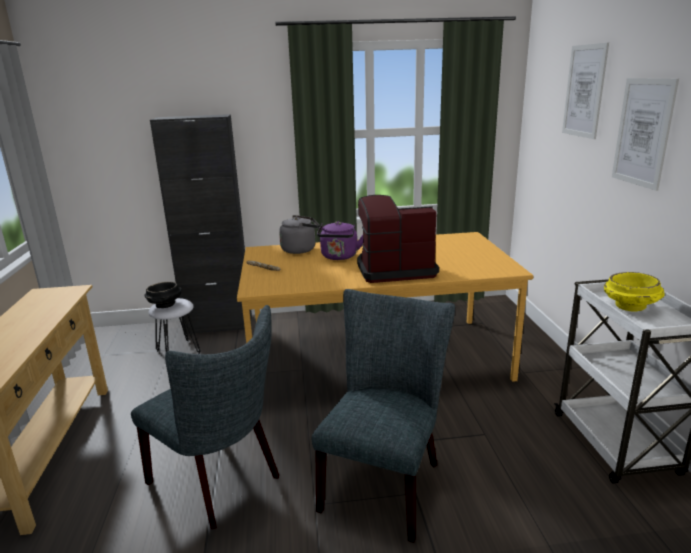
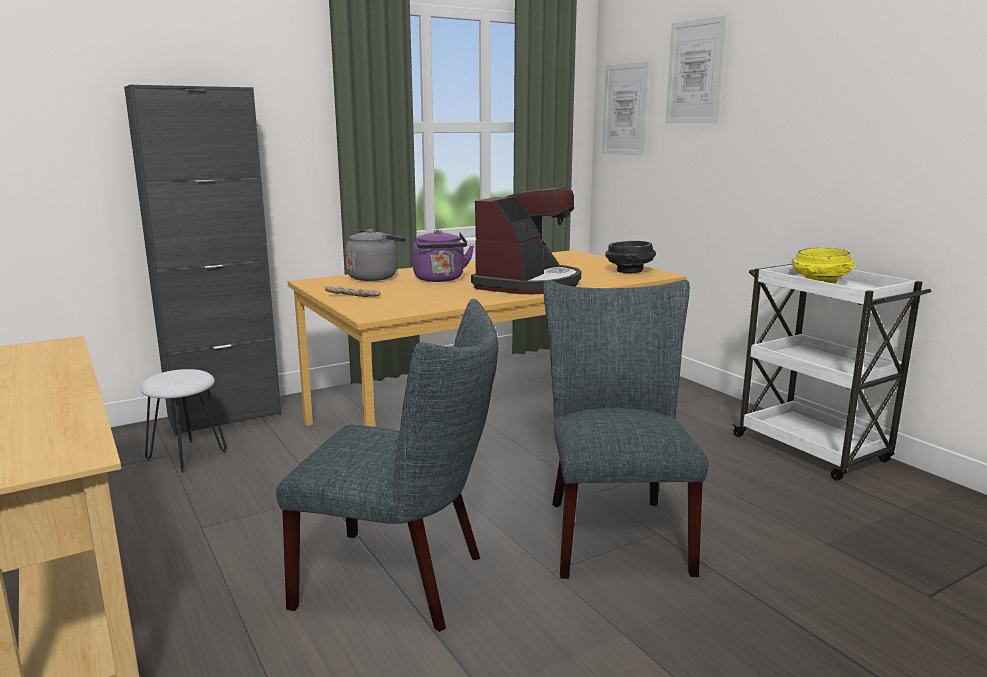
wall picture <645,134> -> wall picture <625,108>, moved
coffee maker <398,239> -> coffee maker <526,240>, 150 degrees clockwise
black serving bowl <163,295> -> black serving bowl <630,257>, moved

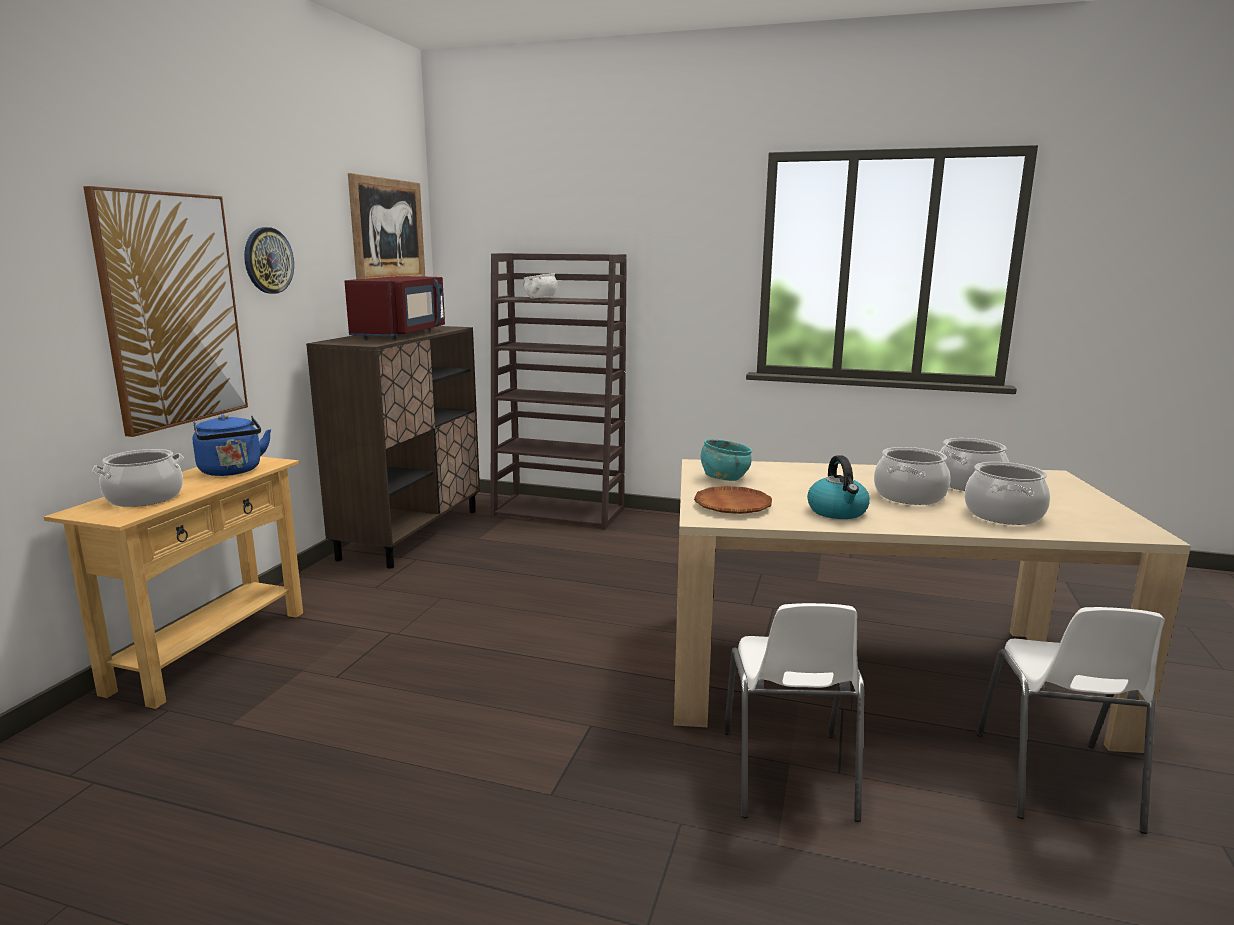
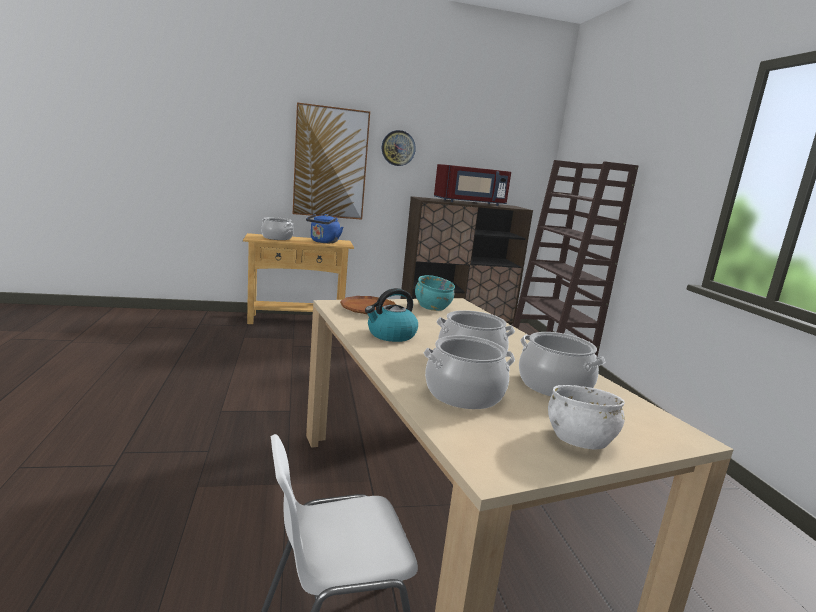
wall picture <386,226> -> none
white-coloured serving bowl <540,286> -> white-coloured serving bowl <586,417>, moved
white-coloured upright chair <794,712> -> none

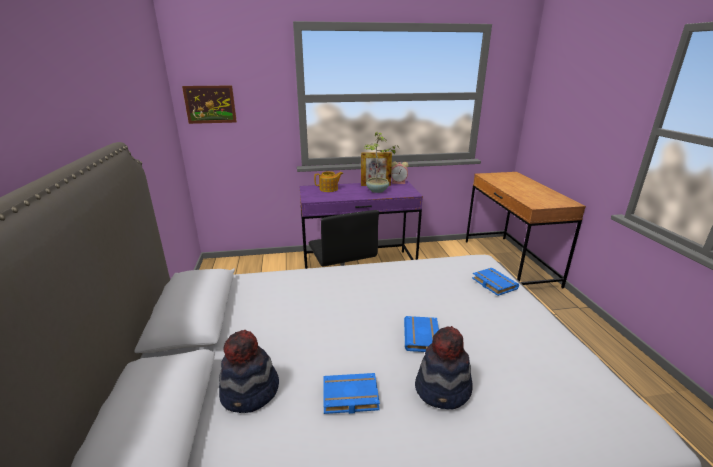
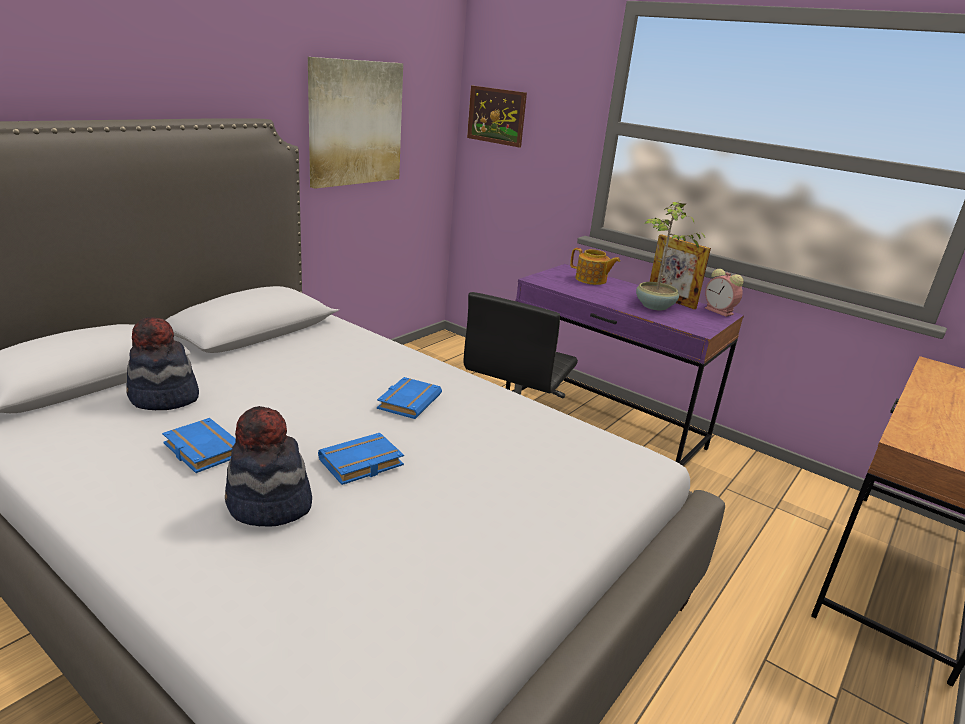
bluish book <495,282> -> bluish book <409,398>, moved
none -> wall picture <355,123>

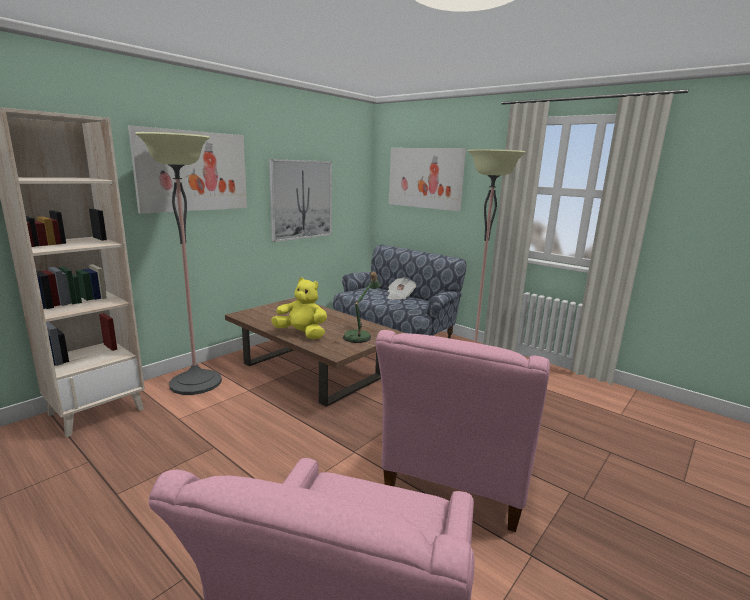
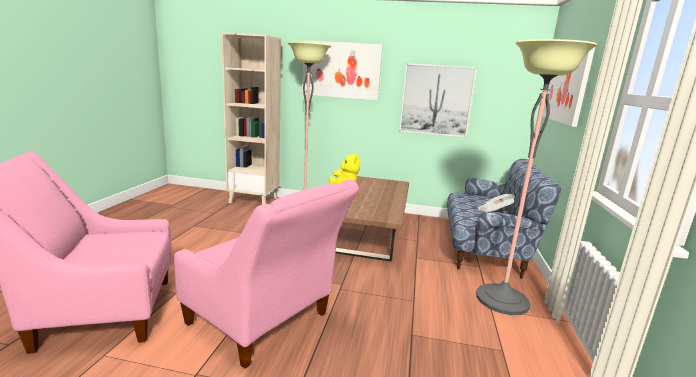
tabletop lamp <362,307> -> none
pinkish lounge chair <462,431> -> pinkish lounge chair <266,274>, 135 degrees counterclockwise

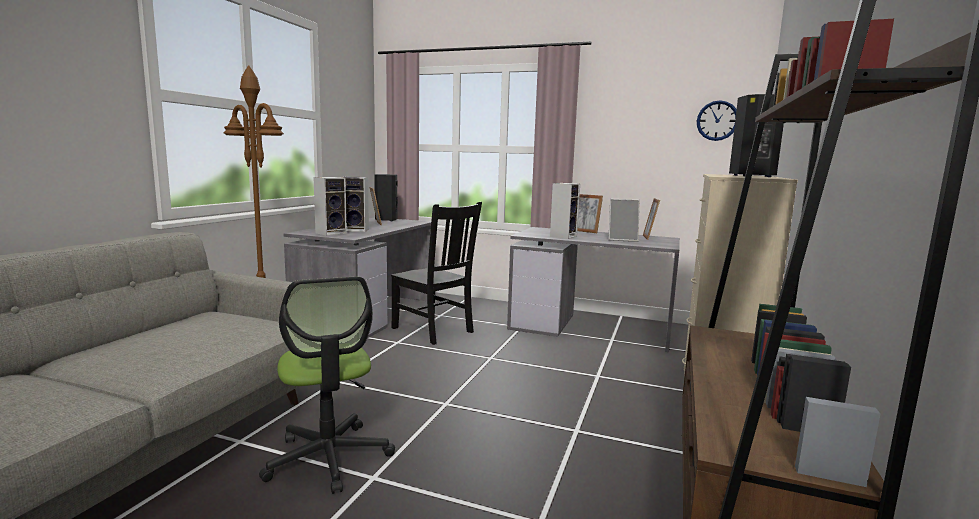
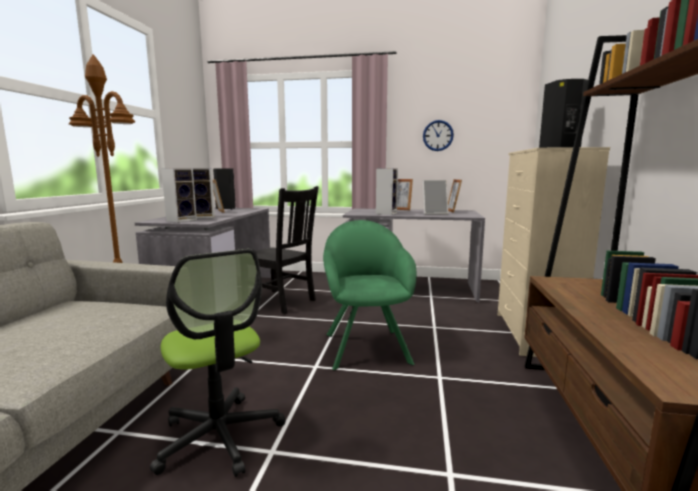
clock on the wall <717,120> -> clock on the wall <438,135>, moved
none -> green lounge chair <370,295>

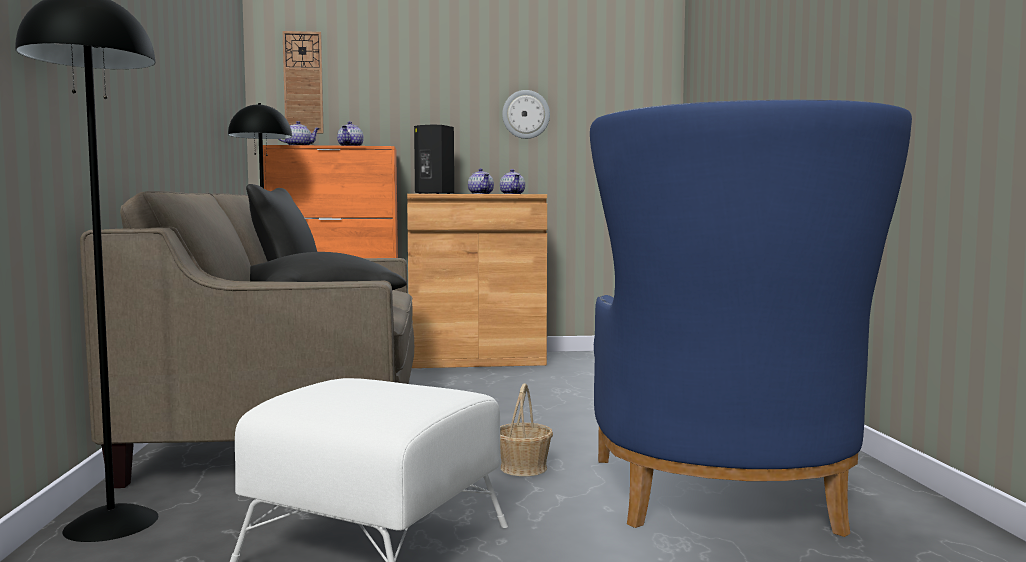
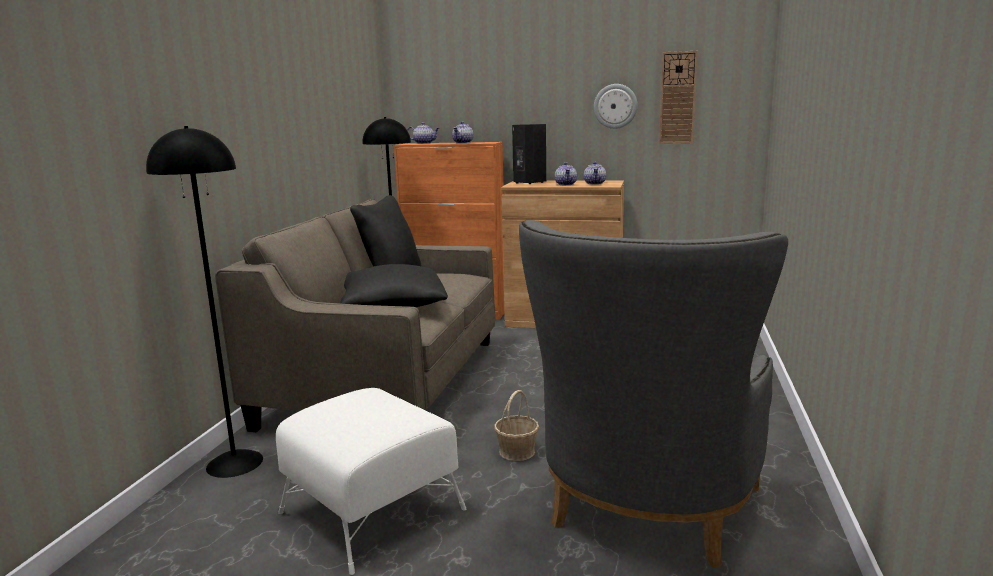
clock on the wall <303,82> -> clock on the wall <678,97>, moved
bluish lounge chair <751,318> -> gray lounge chair <653,394>

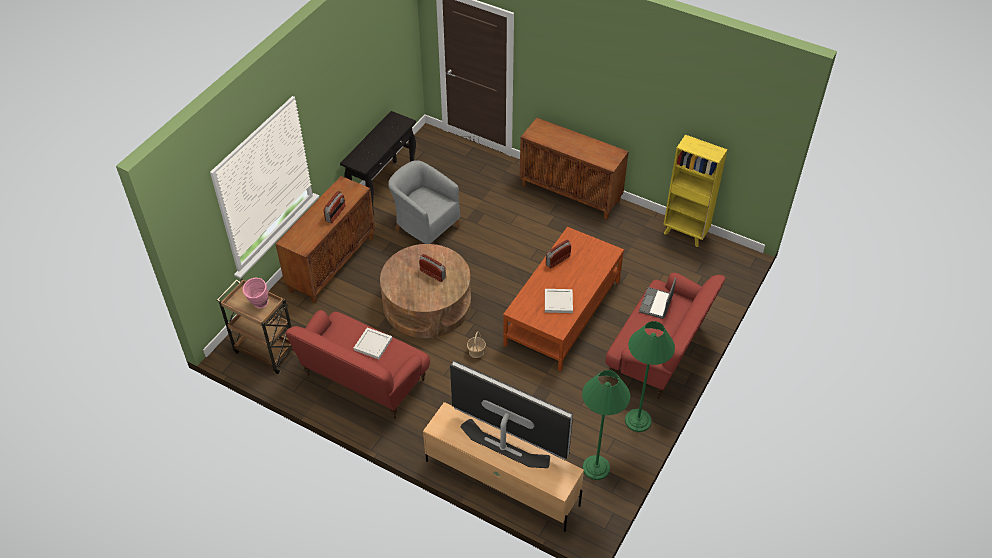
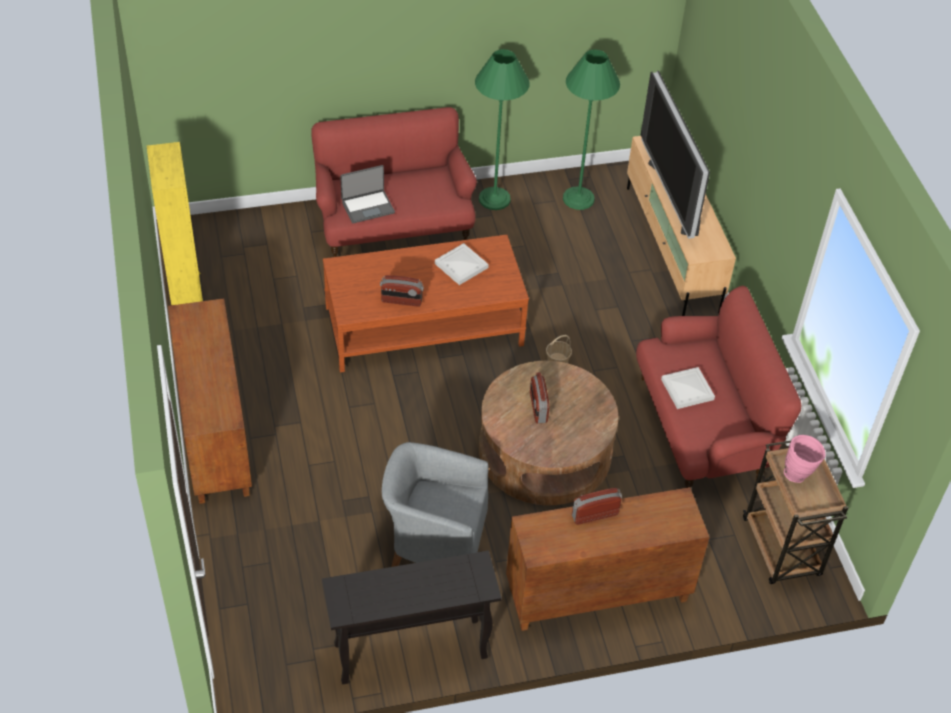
gray lounge chair <424,202> -> gray lounge chair <435,504>, 105 degrees clockwise

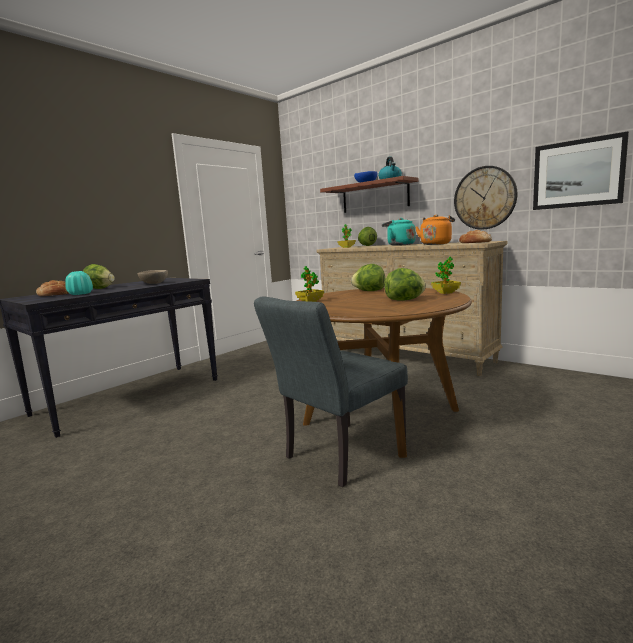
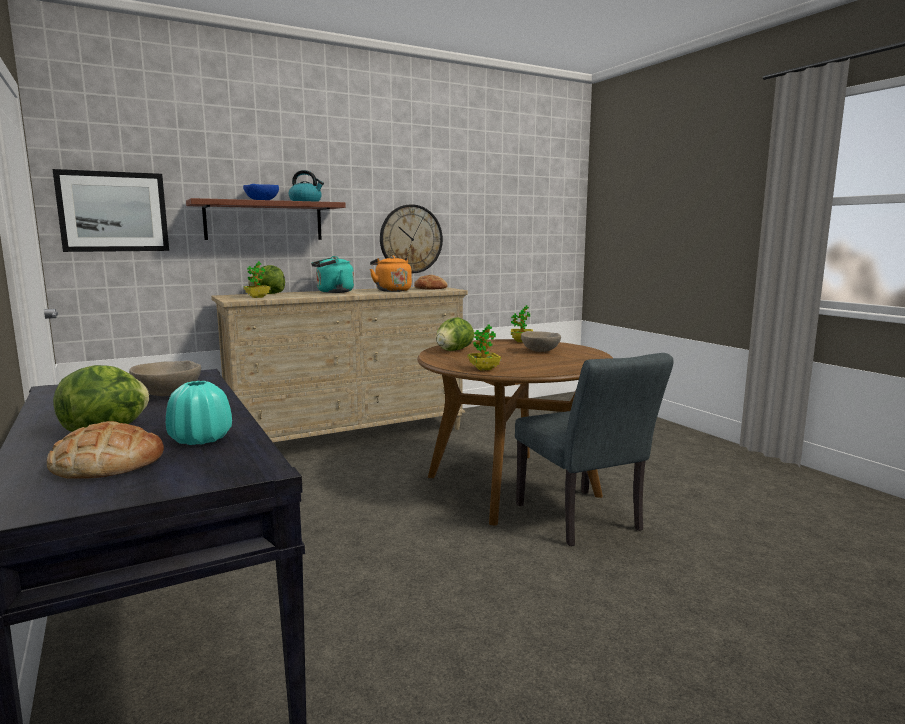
wall picture <581,171> -> wall picture <111,210>, moved
lettuce <405,284> -> beige serving bowl <541,341>

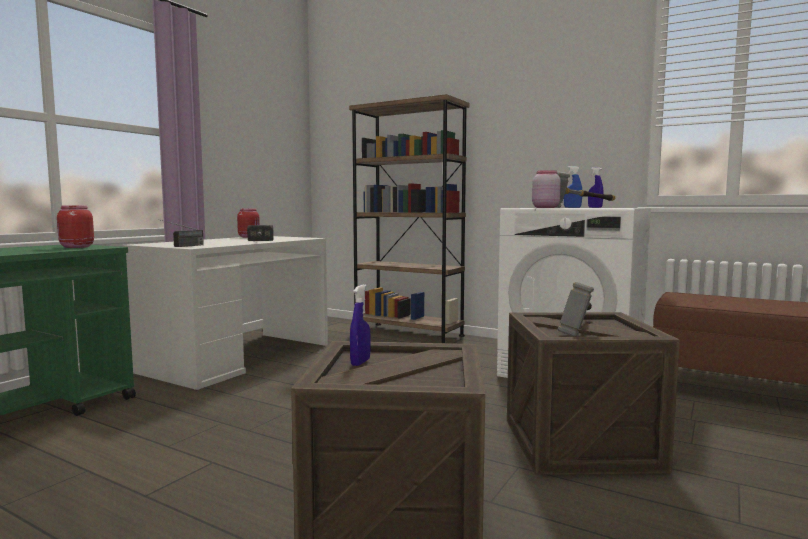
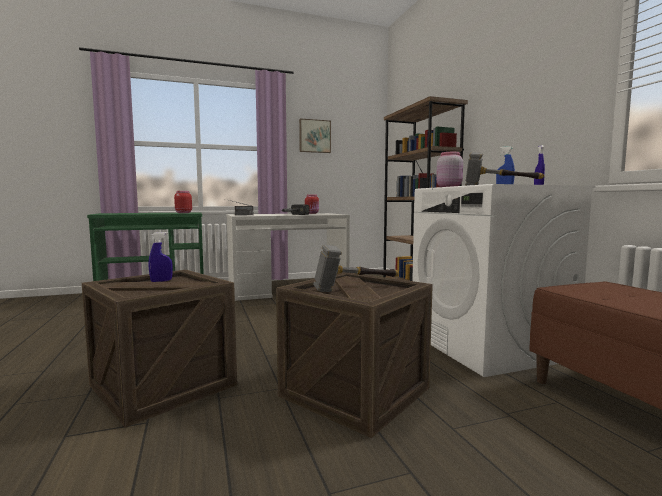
none -> wall picture <315,135>

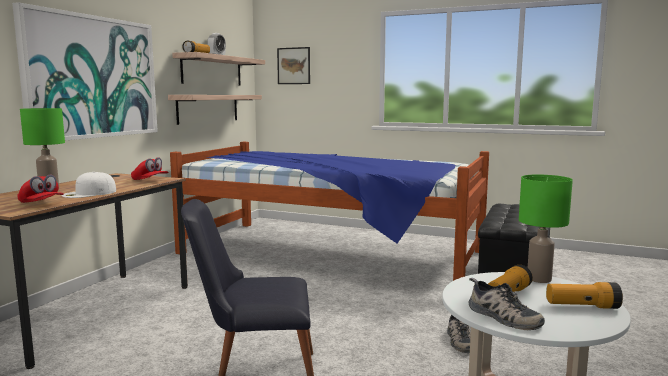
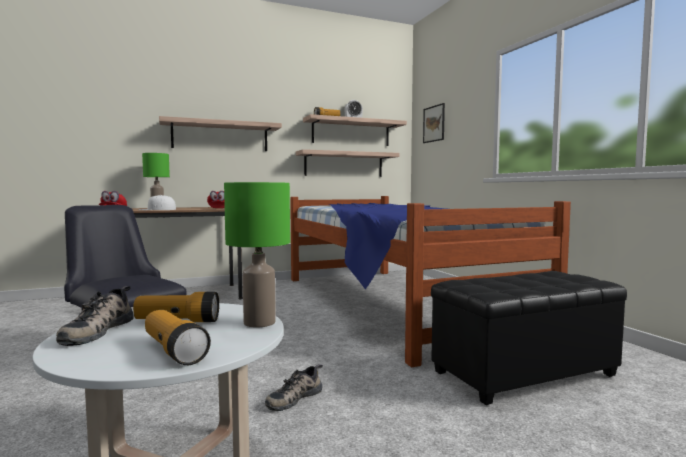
wall picture <85,71> -> bracket shelf <220,133>

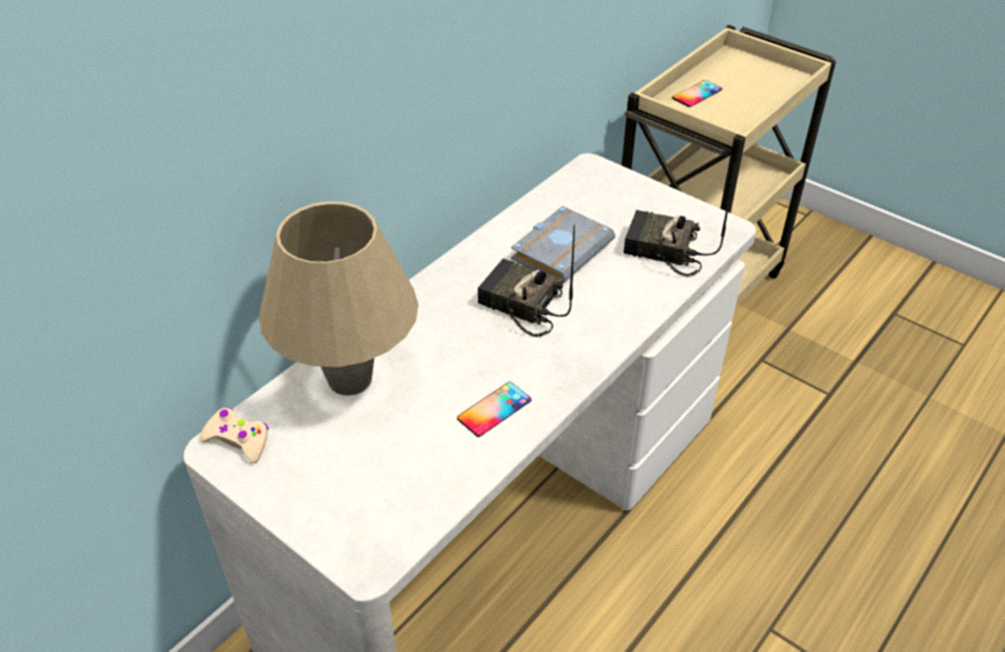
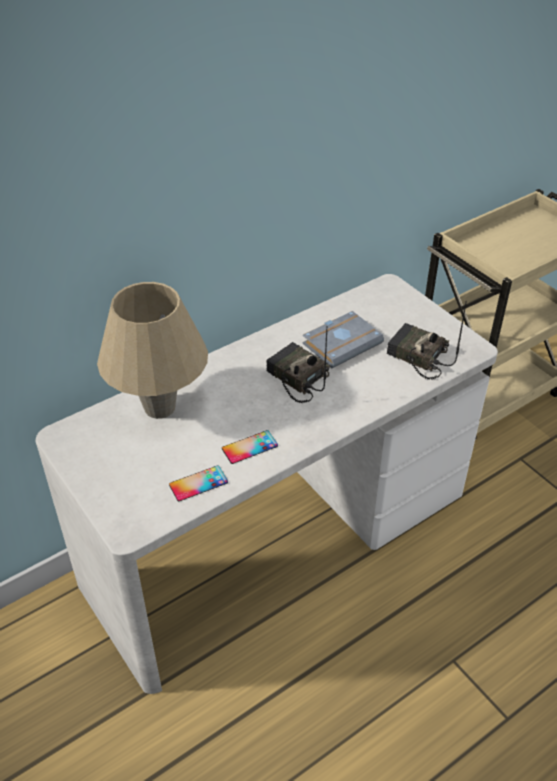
phone <697,93> -> phone <198,483>, moved
beige gamepad <234,435> -> none

